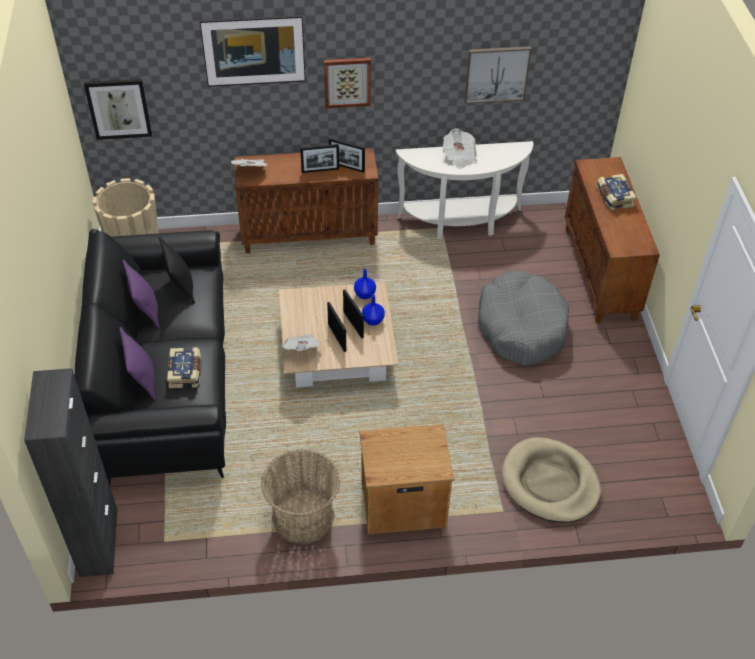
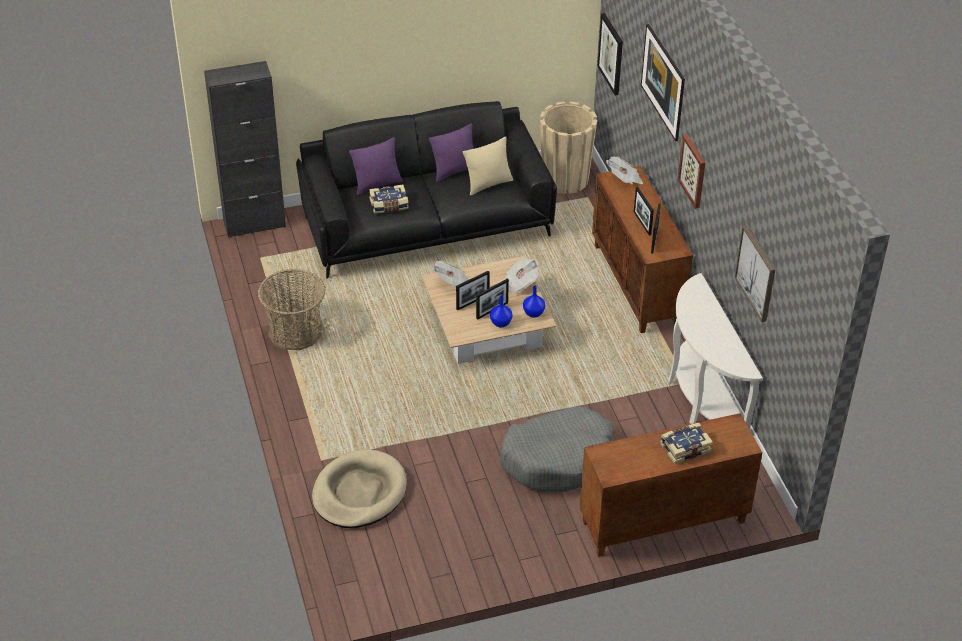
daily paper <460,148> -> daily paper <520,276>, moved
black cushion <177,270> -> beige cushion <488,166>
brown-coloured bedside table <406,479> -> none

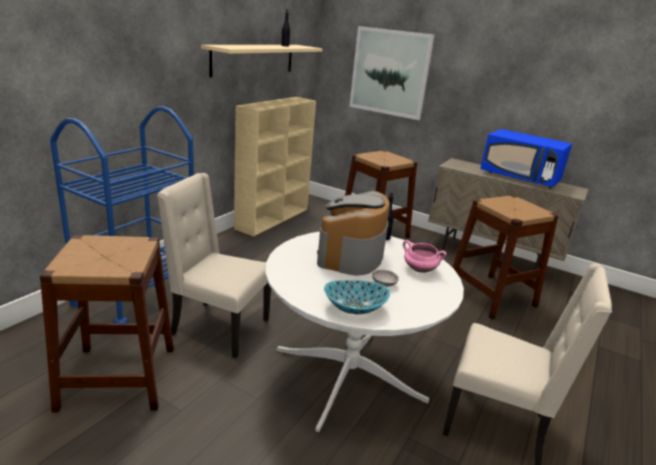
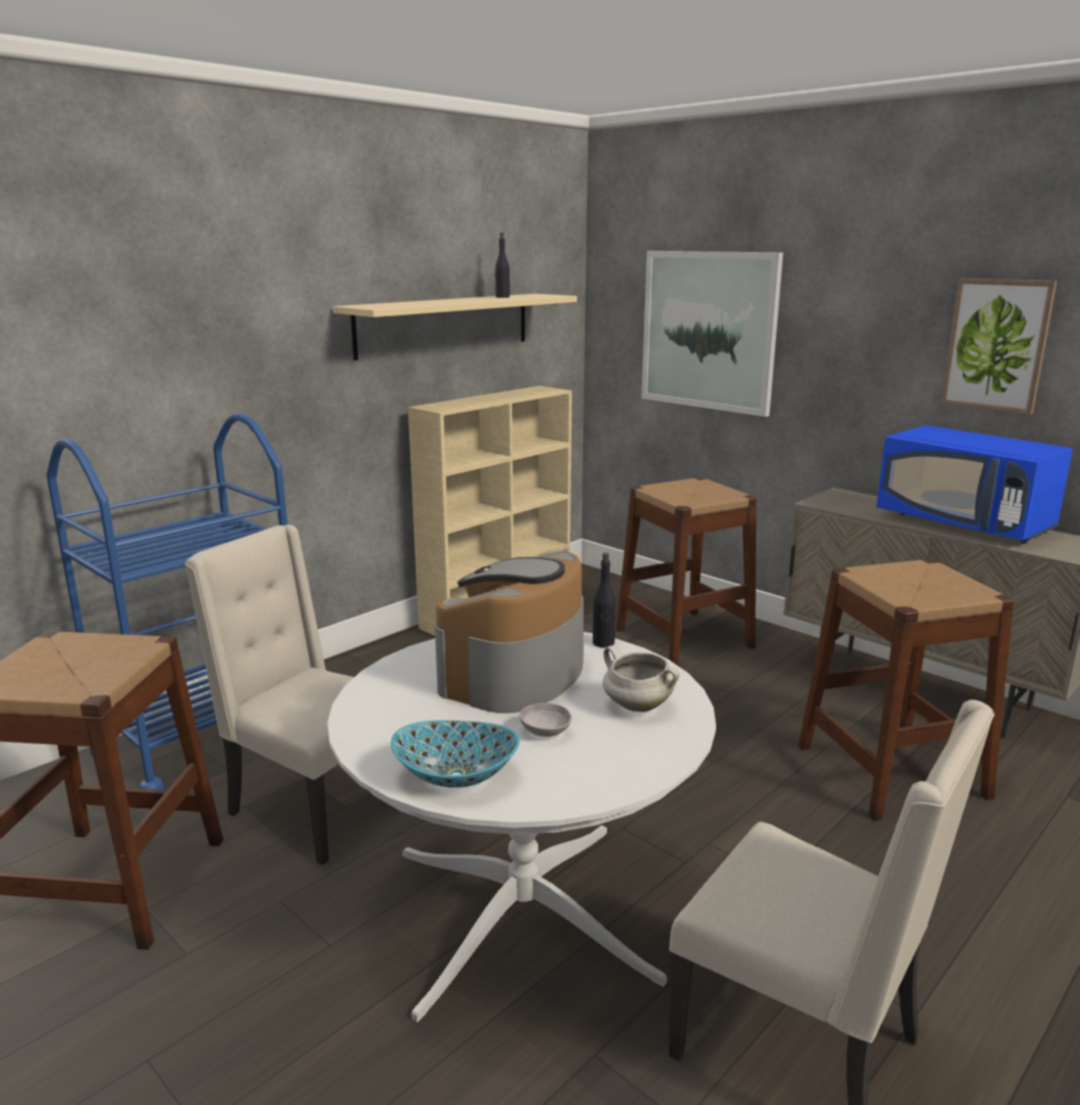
pinkish cooking pot <425,256> -> white-coloured cooking pot <641,679>
none -> wall picture <998,346>

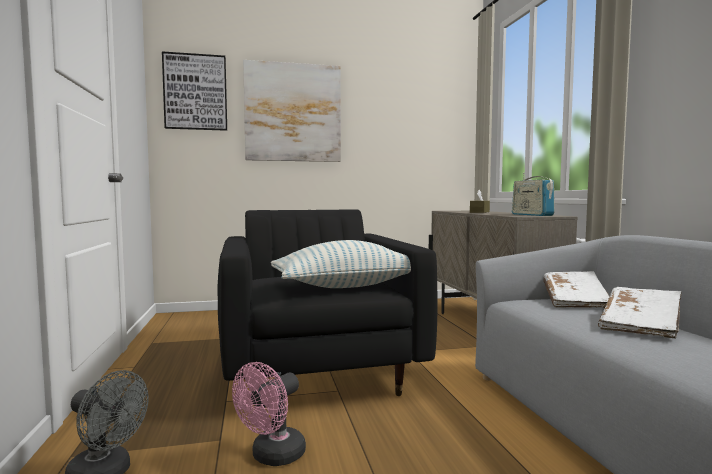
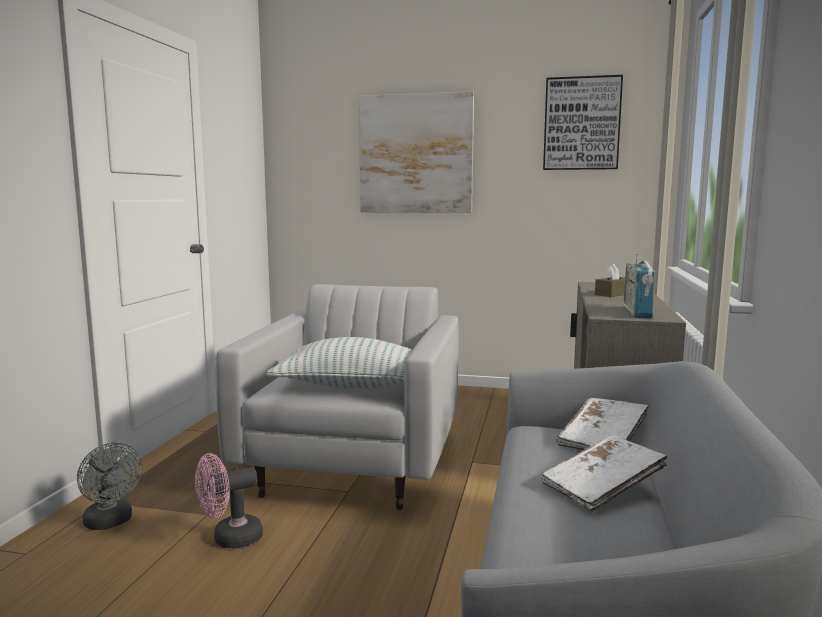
wall picture <194,91> -> wall picture <583,122>, moved
black lounge chair <327,302> -> white-coloured lounge chair <337,397>

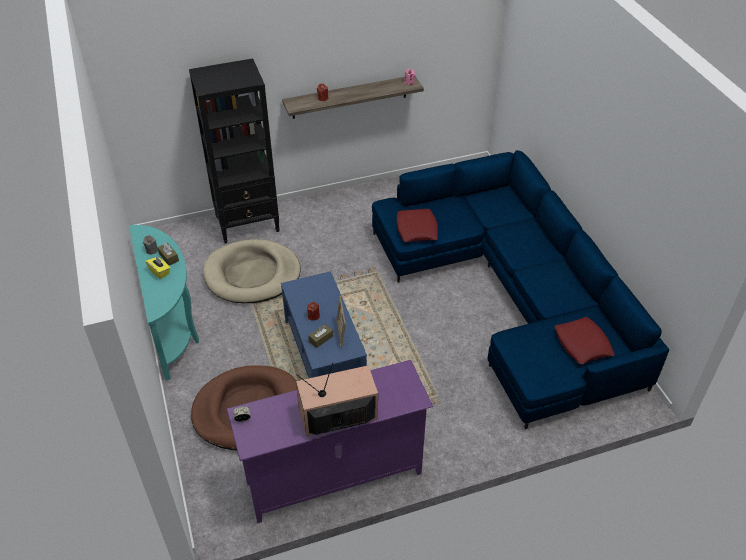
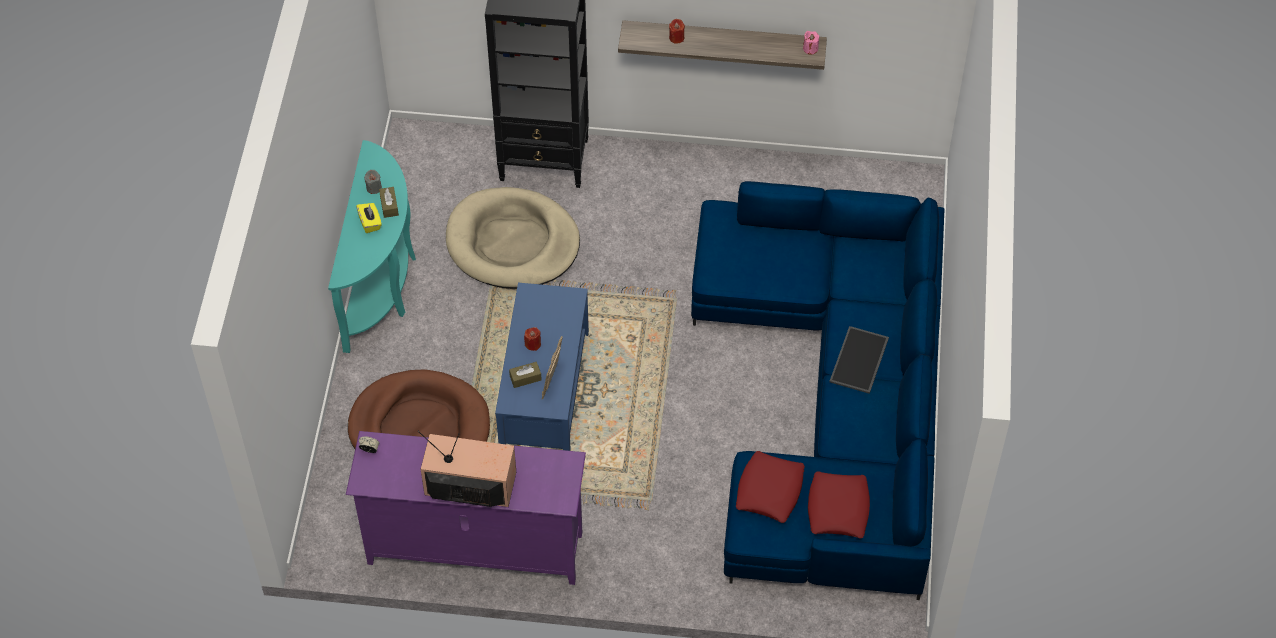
red cushion <417,225> -> red cushion <770,487>, moved
none -> serving tray <859,360>

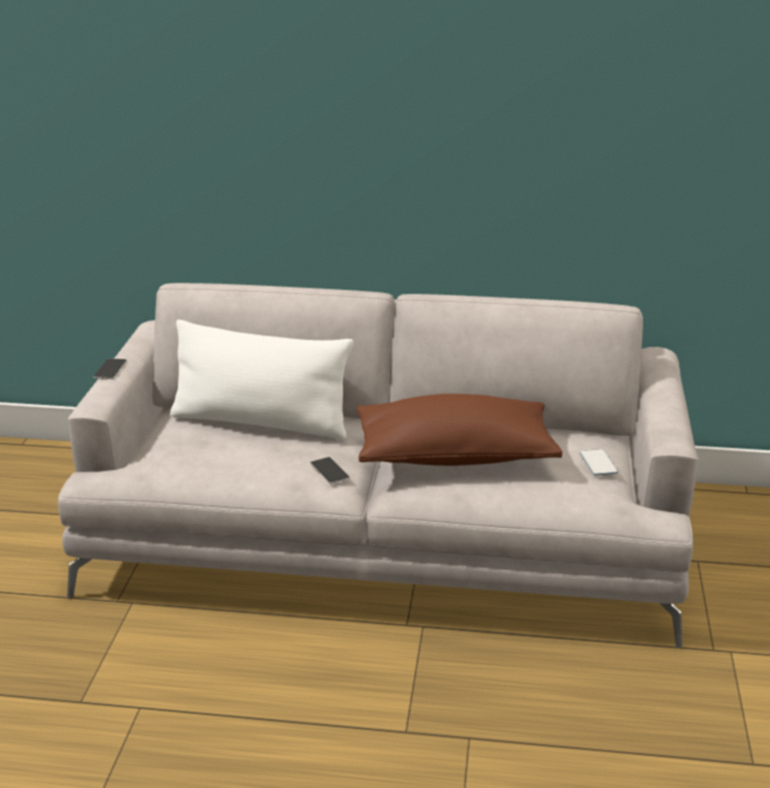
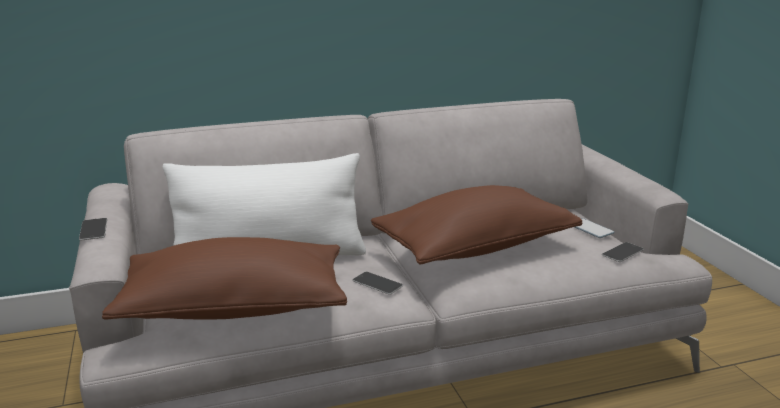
none -> brown-coloured cushion <224,278>
none -> phone <623,252>

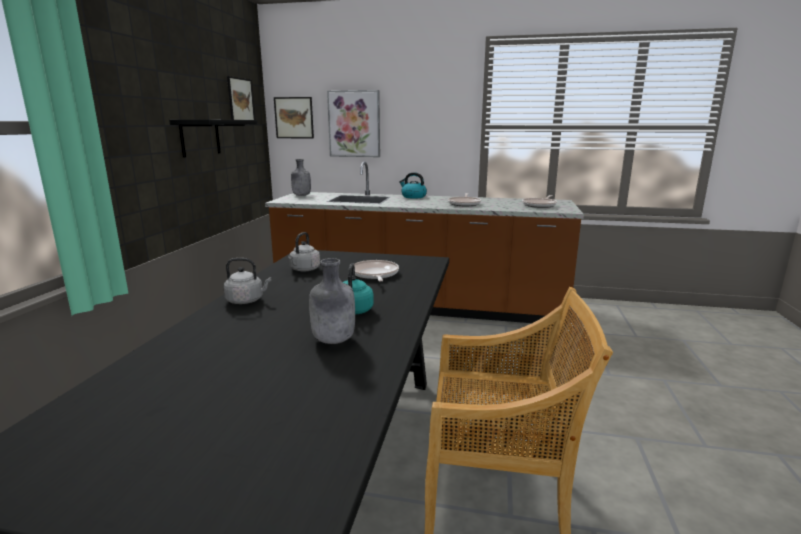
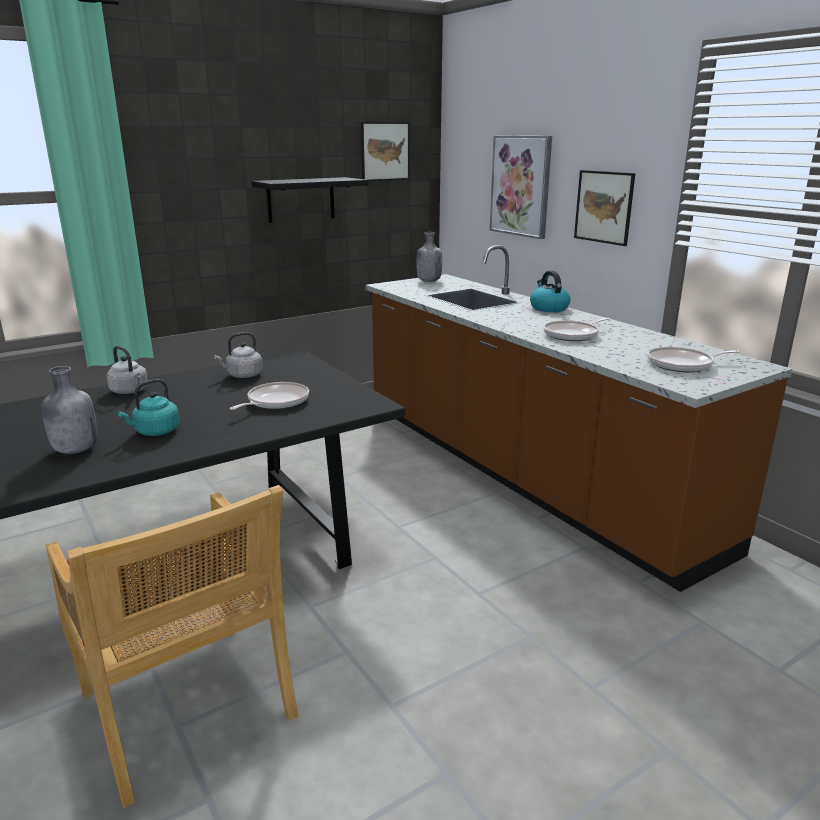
wall picture <294,118> -> wall picture <604,208>, moved

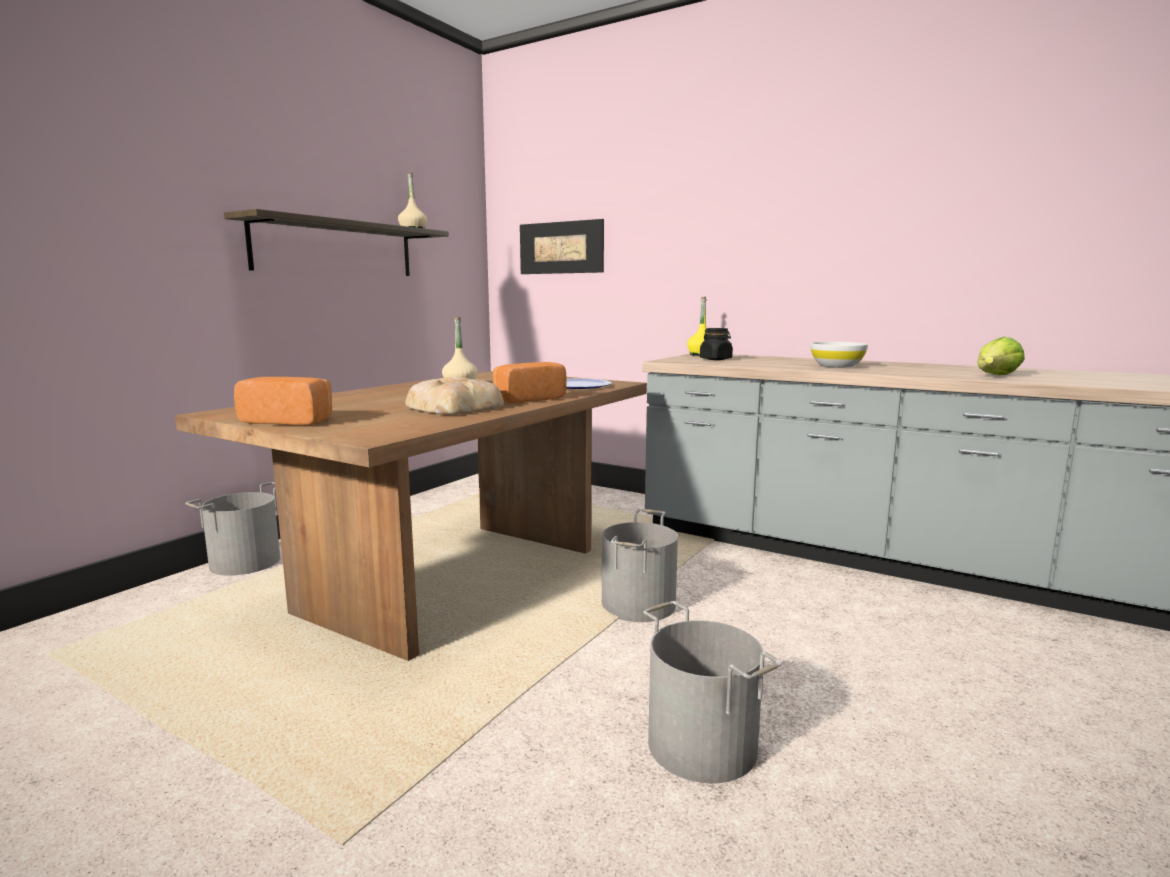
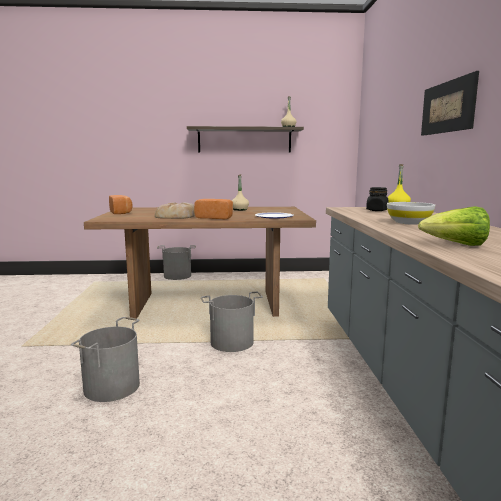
wall picture <562,246> -> wall picture <450,103>, moved

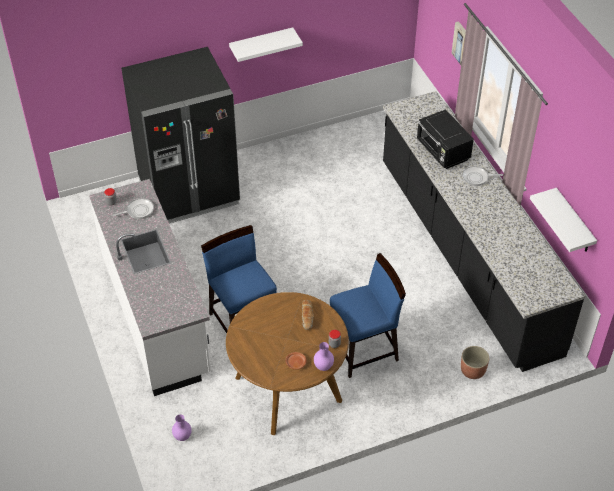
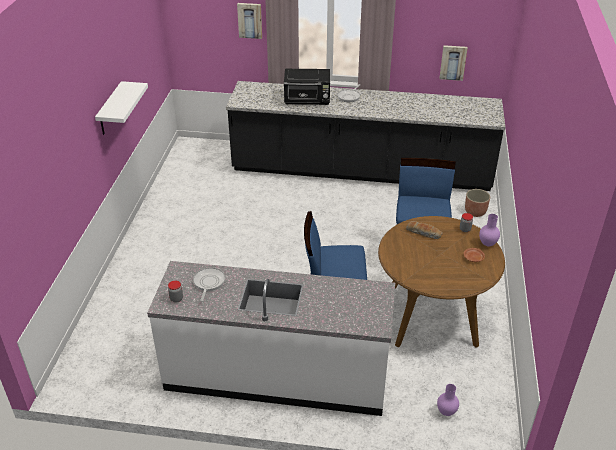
black kitchen fridge <180,135> -> none
white-coloured bracket shelf <563,220> -> wall picture <453,63>

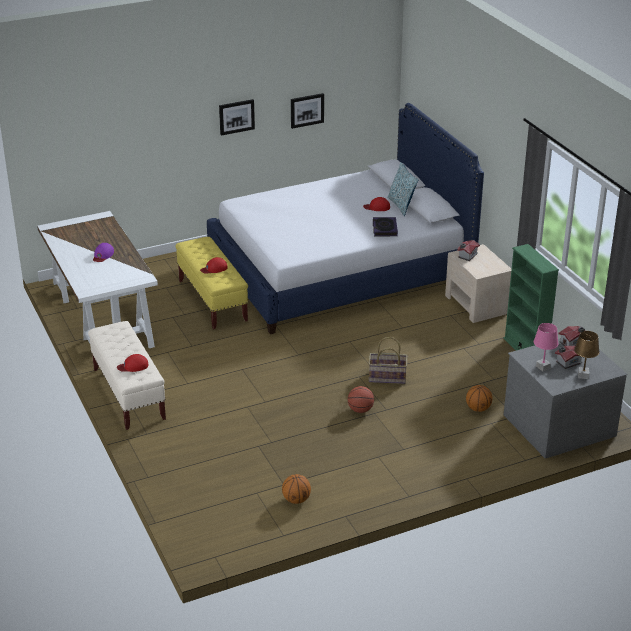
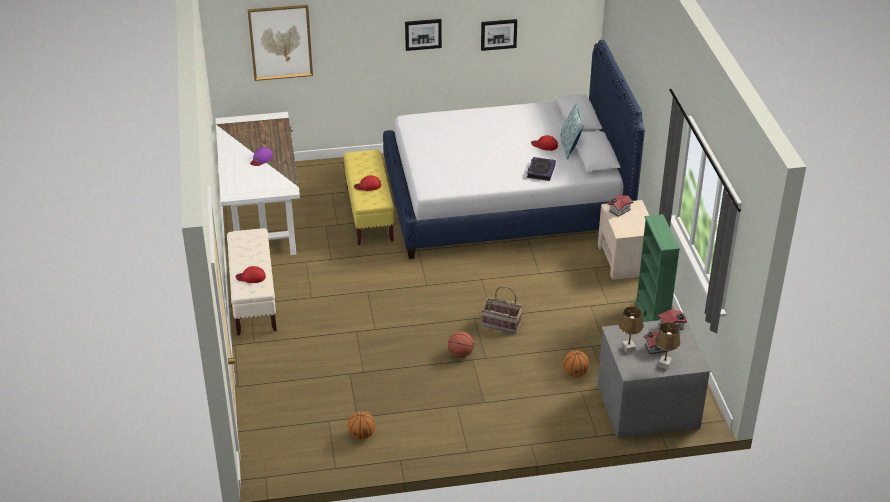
pinkish tabletop lamp <546,347> -> brown-coloured tabletop lamp <631,330>
none -> wall picture <280,43>

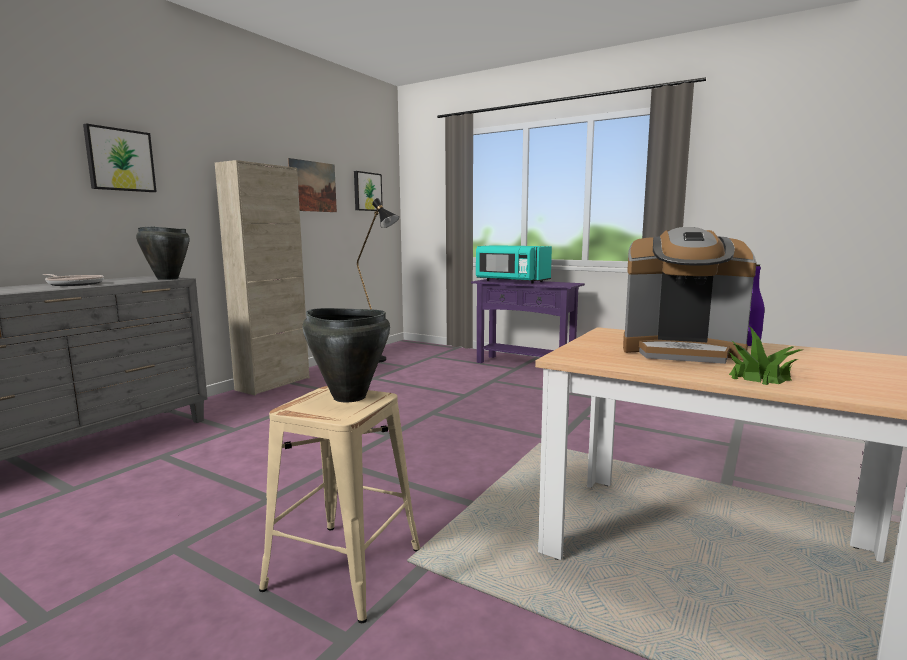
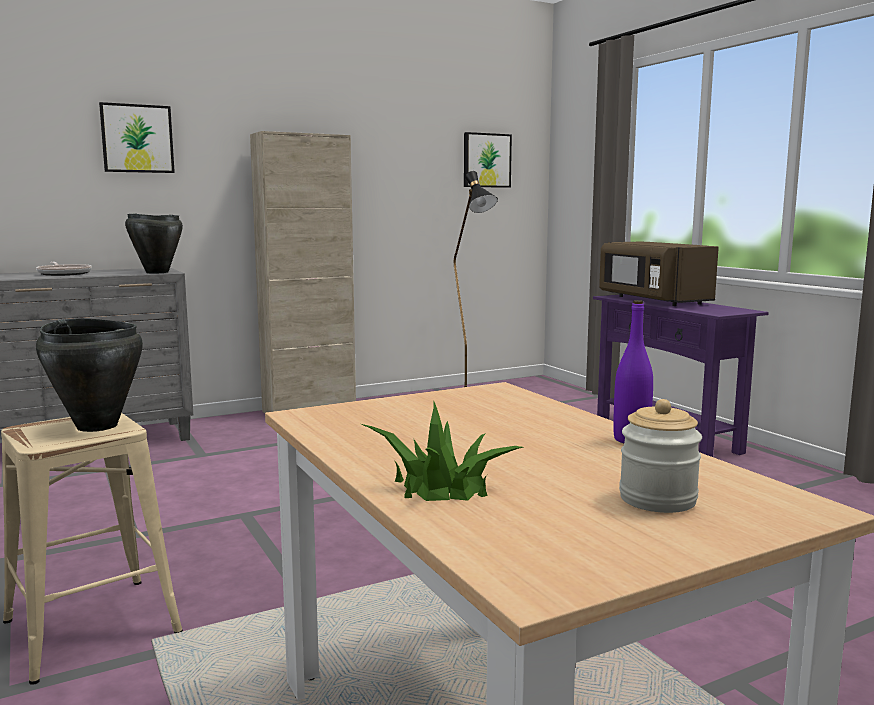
wall picture <312,185> -> none
coffee maker <690,295> -> none
turquoise-coloured microwave oven <514,264> -> brown-coloured microwave oven <659,273>
none -> storage jar <660,456>

